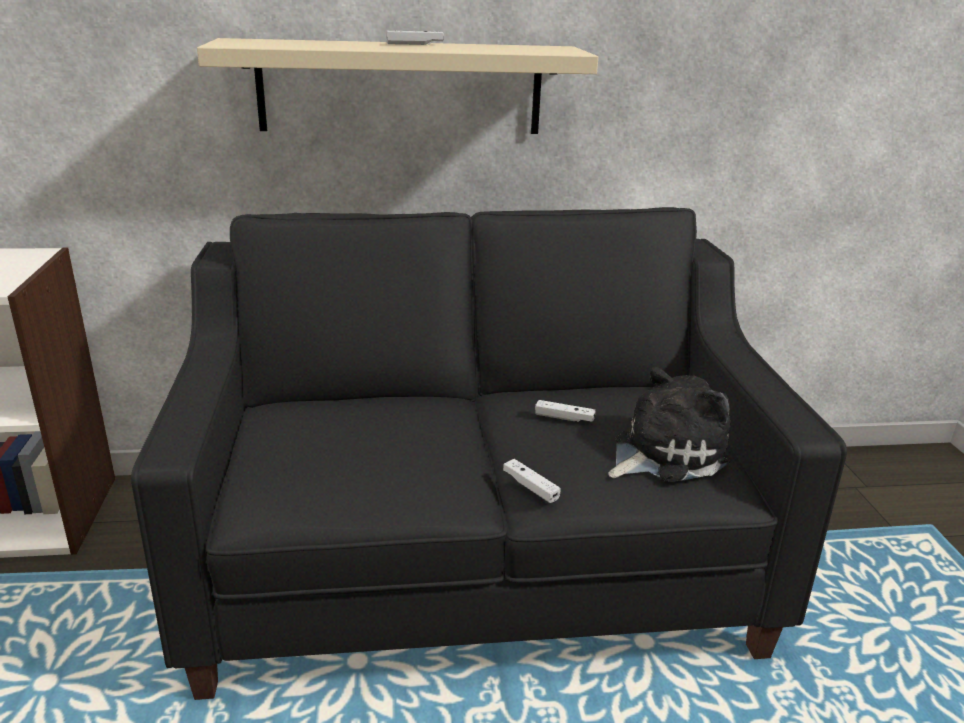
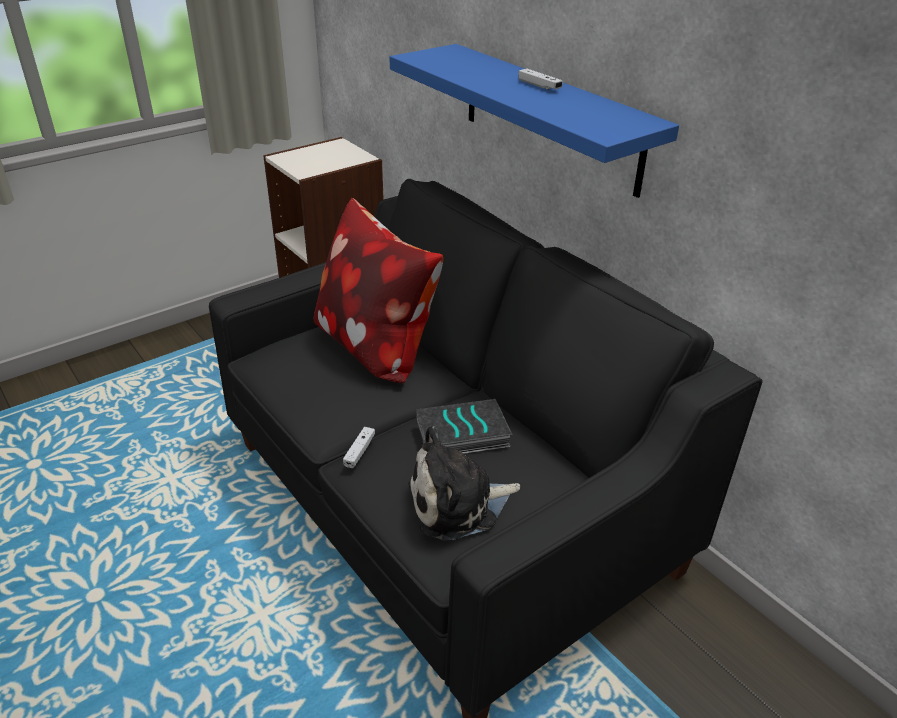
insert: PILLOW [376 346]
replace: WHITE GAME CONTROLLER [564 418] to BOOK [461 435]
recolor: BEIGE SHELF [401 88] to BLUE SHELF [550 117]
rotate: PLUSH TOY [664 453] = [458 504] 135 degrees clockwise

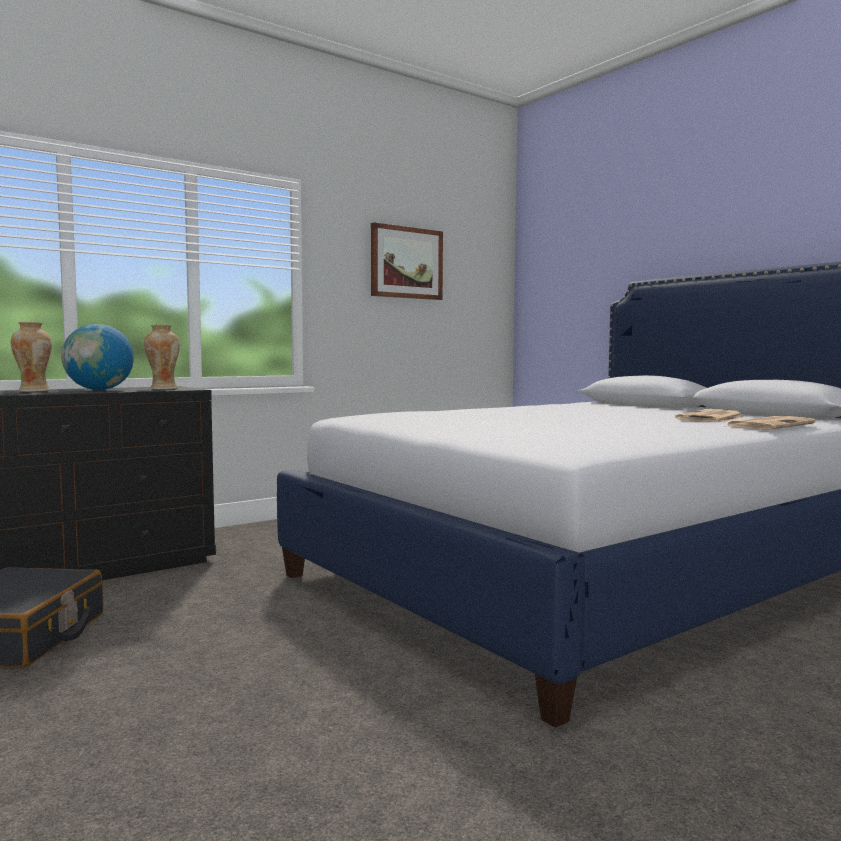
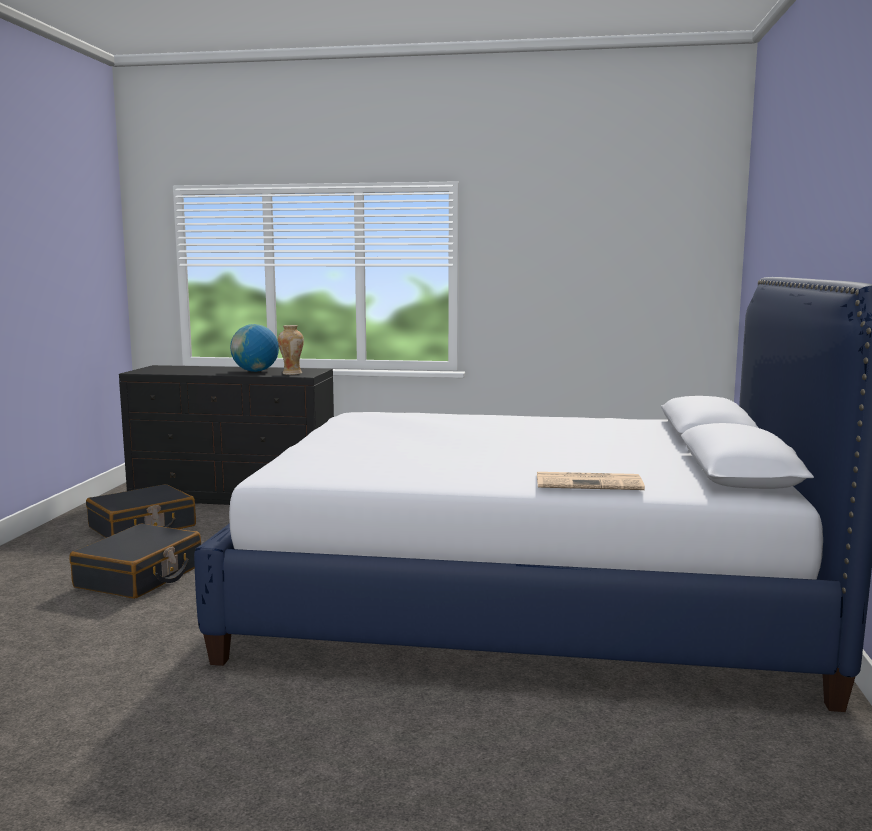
delete: VASE [34 391]; PICTURE [406 263]; NEWSPAPER [711 418]
insert: BLACK SUITCASE [140 576]

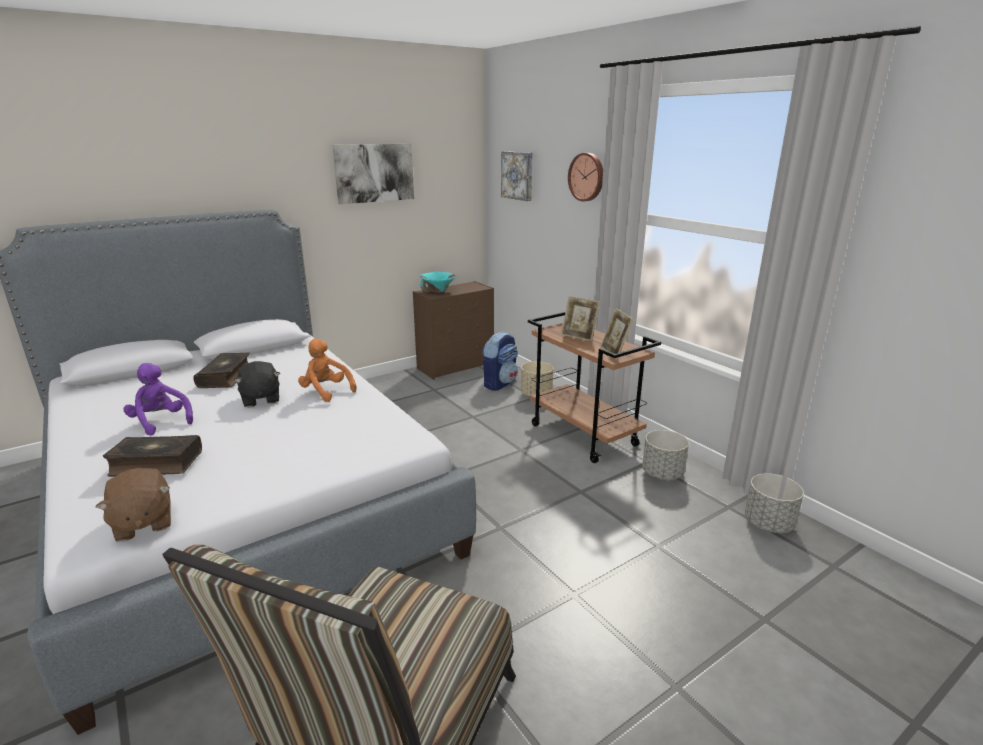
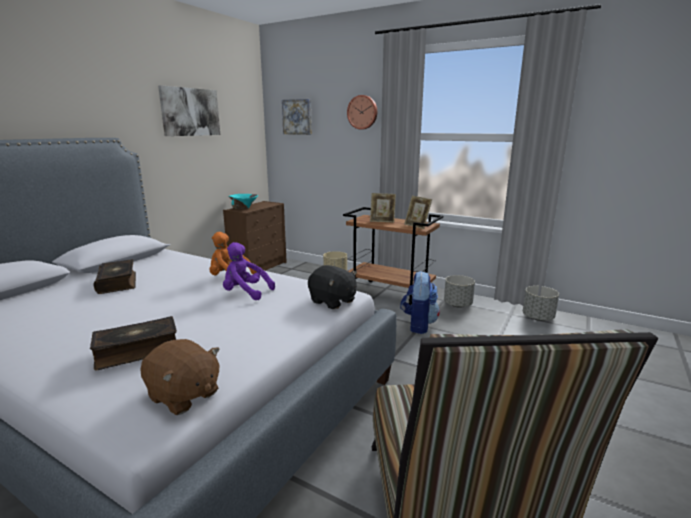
move: PURPLE PLUSH TOY [161 422] to [245 293]; BLACK PLUSH TOY [260 399] to [332 301]; BACKPACK [499 383] to [418 325]

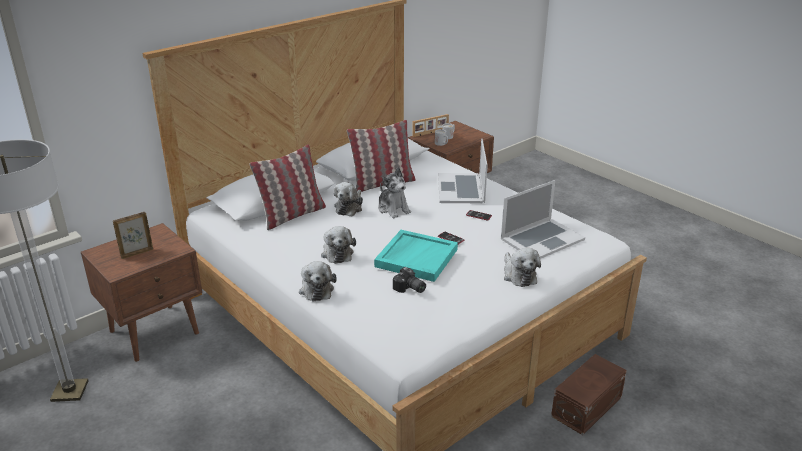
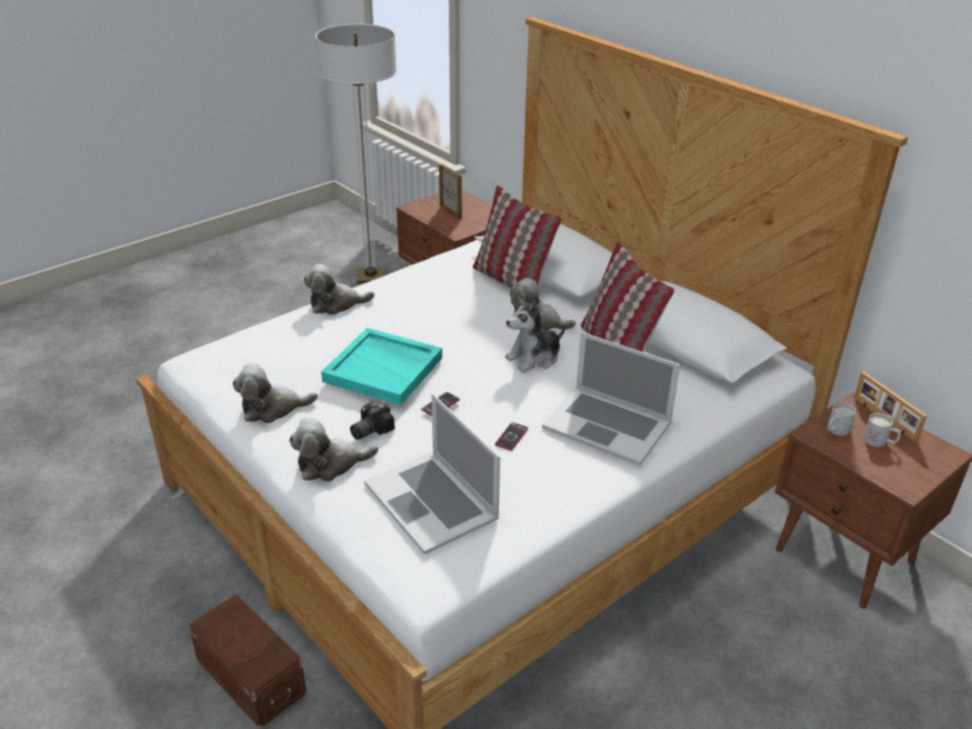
move: PLUSH TOY [337 253] to [272 408]; PHOTO CAMERA [409 289] to [369 430]
rotate: LAPTOP [461 189] = [607 425] 150 degrees counterclockwise

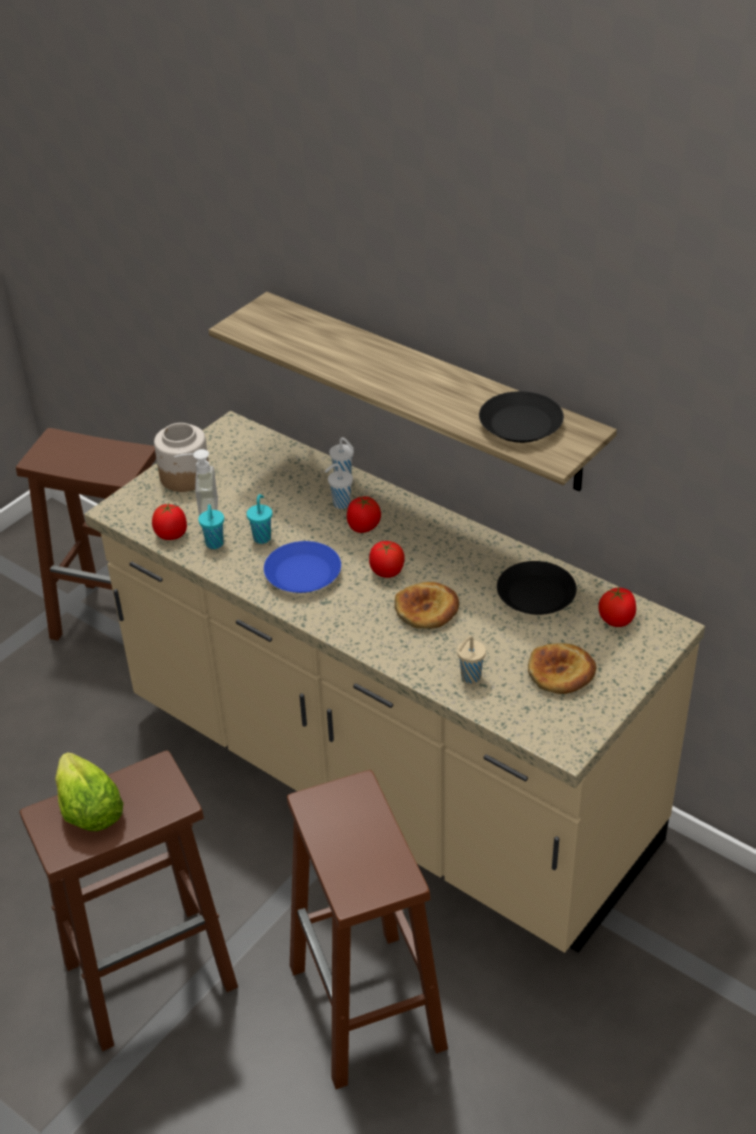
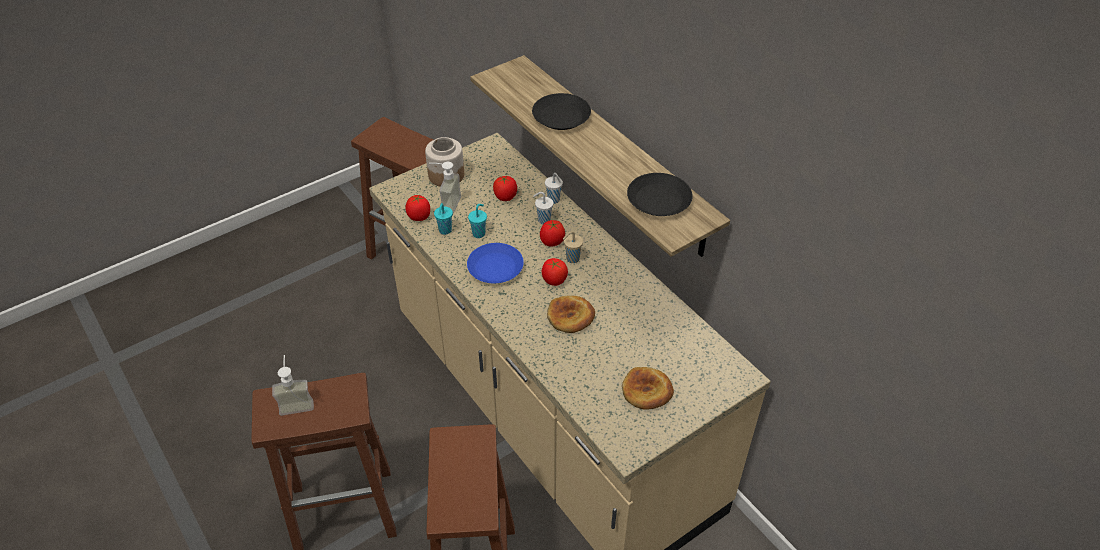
move: BEIGE CUP [469 677] to [572 259]; BLACK PLATE [537 595] to [562 117]; TOMATO [616 620] to [505 197]
replace: LETTUCE [88 809] to SOAP DISPENSER [296 402]

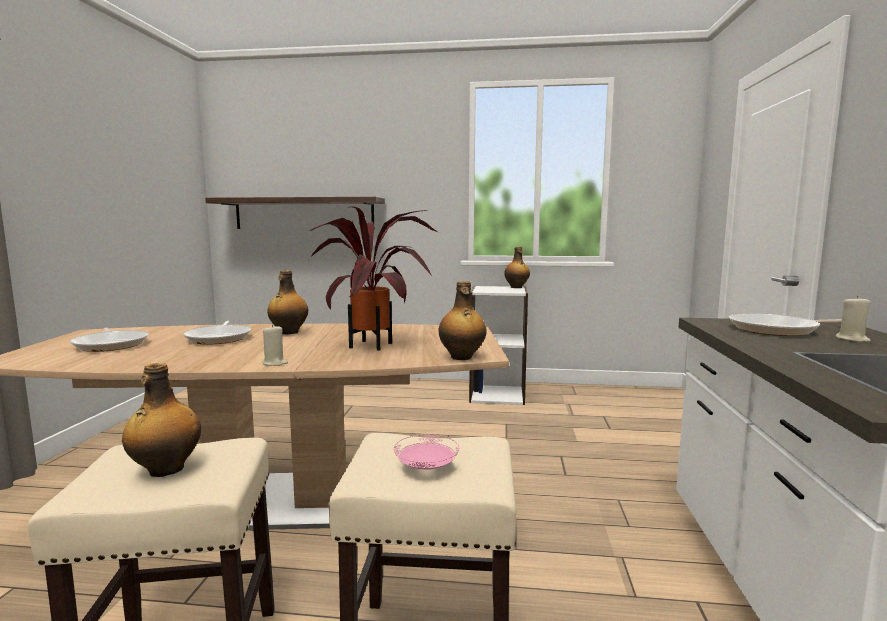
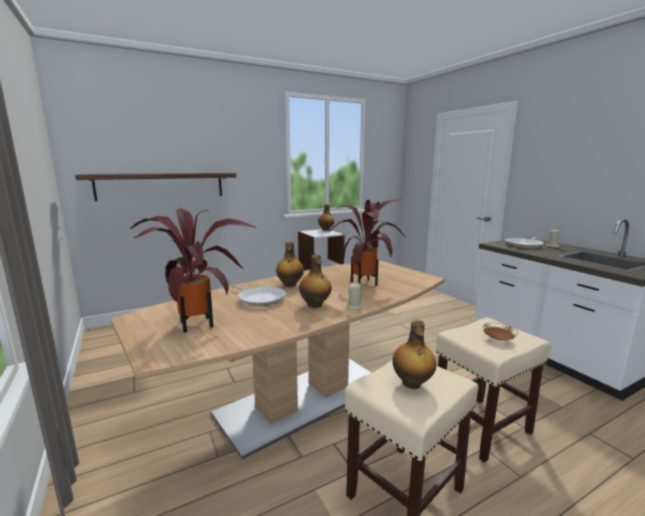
move: BOTTLE [461 357] to [315 305]
replace: FRYING PAN [111 344] to POTTED PLANT [198 322]
recolor: PINK PLATE [426 468] to BROWN PLATE [498 339]

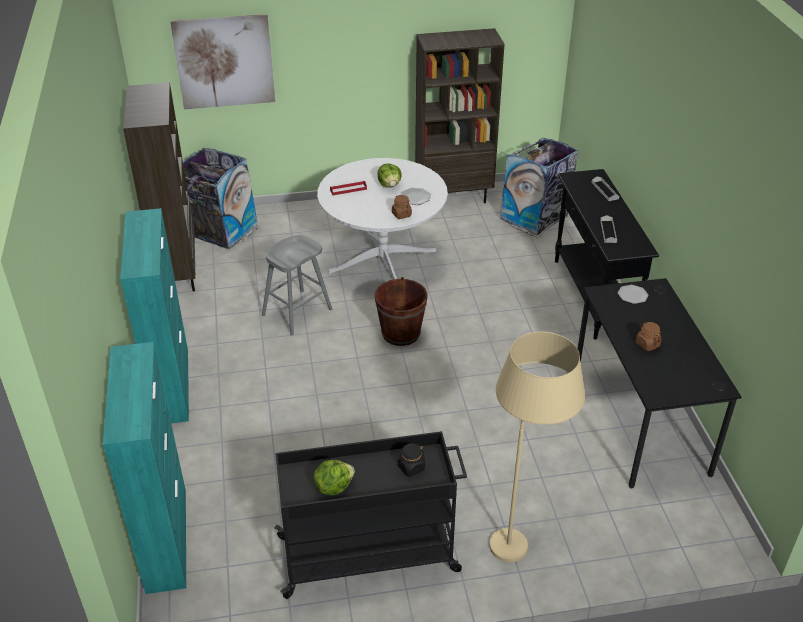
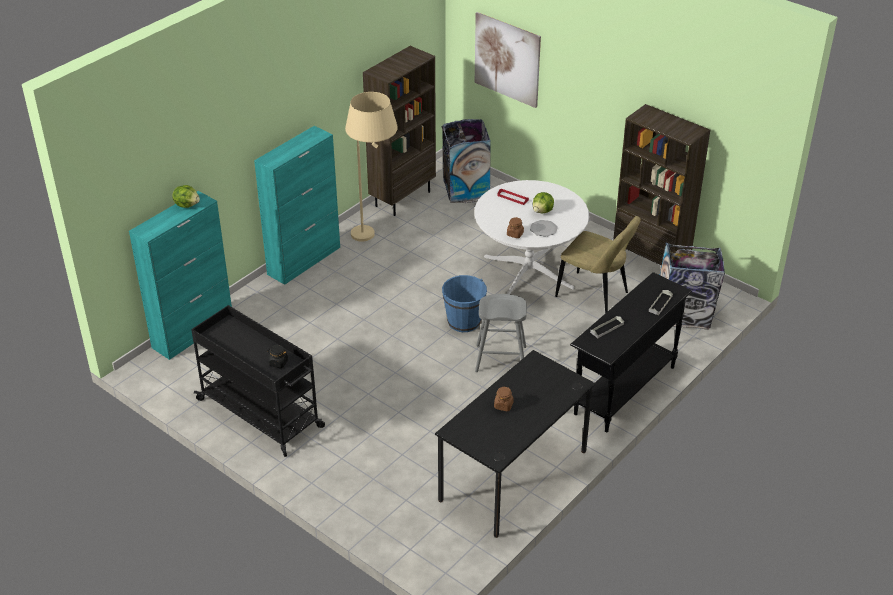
delete: PLATE [633 295]
insert: BEIGE CHAIR [595 296]
move: GREY STOOL [297 312] to [500 359]; LETTUCE [333 486] to [187 205]; BEIGE FLOOR LAMP [522 534] to [376 235]
recolor: BROWN BUCKET [401 333] to BLUE BUCKET [464 322]

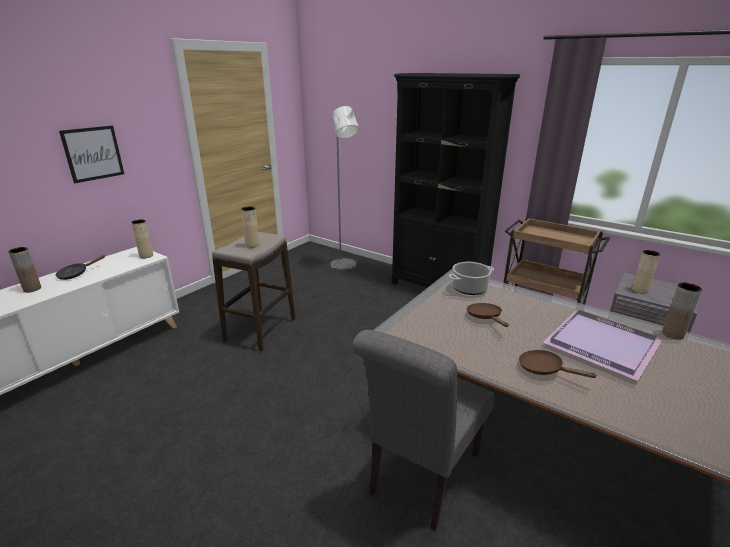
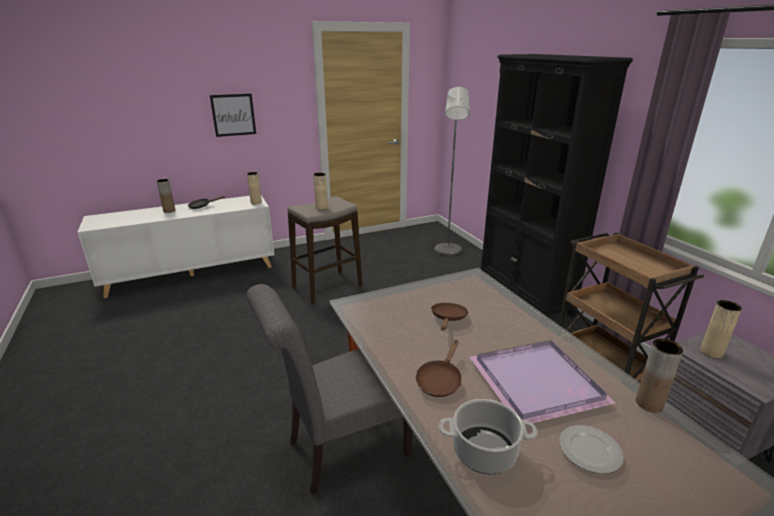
insert: PLATE [590 450]
move: COOKING POT [469 288] to [485 451]
rotate: BROWN FRYING PAN [544 369] = [440 380] 135 degrees counterclockwise

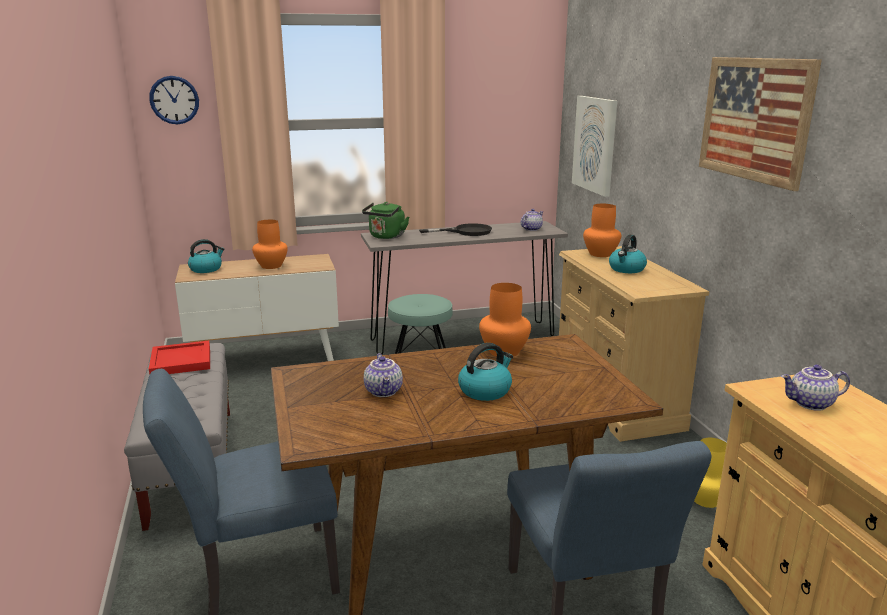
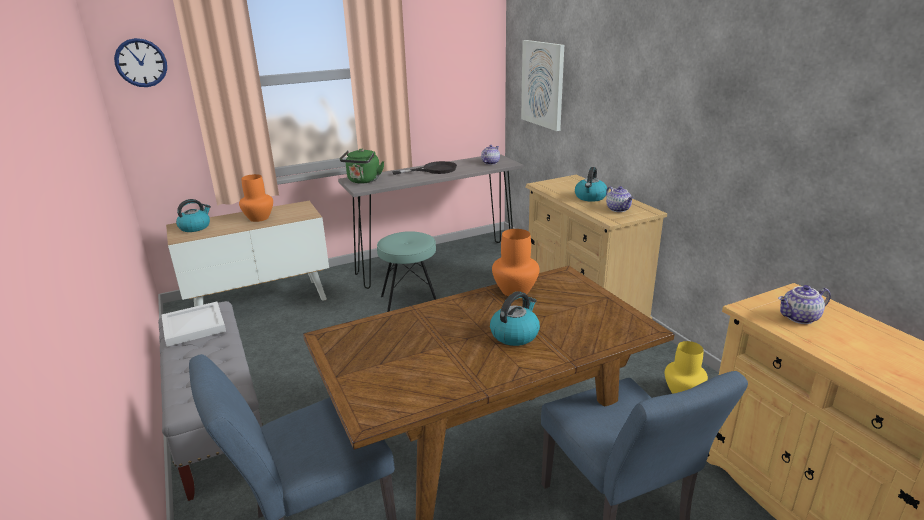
delete: ORANGE VASE [600 254]; PICTURE [754 119]
move: TEAPOT [384 391] to [618 209]
recolor: RED TRAY [182 361] to WHITE TRAY [195 326]

